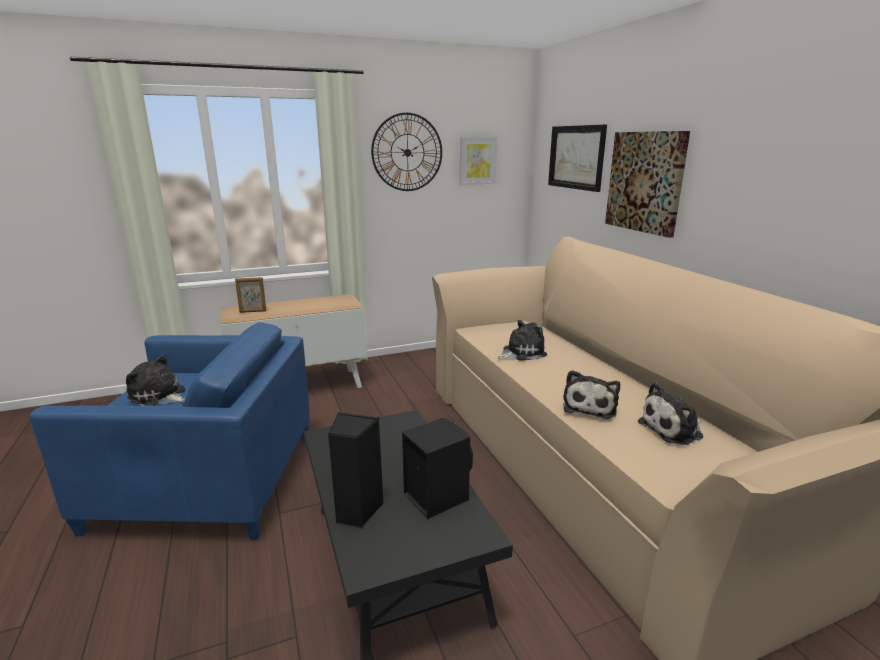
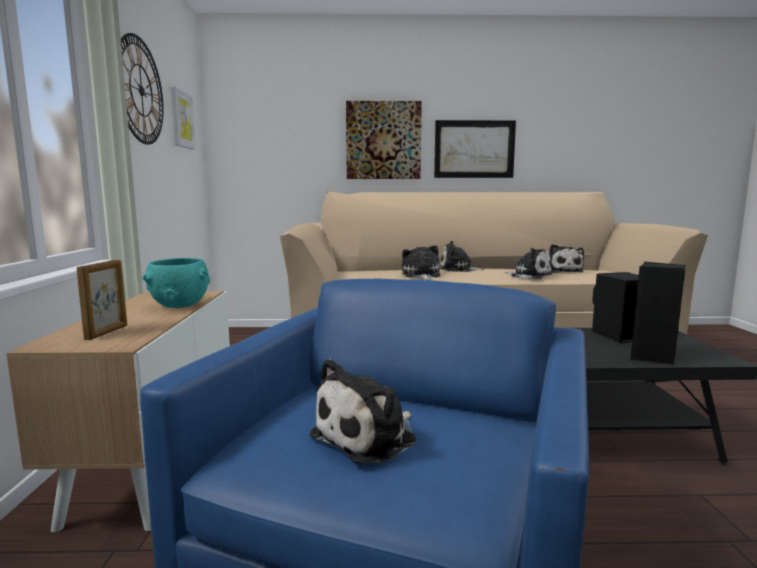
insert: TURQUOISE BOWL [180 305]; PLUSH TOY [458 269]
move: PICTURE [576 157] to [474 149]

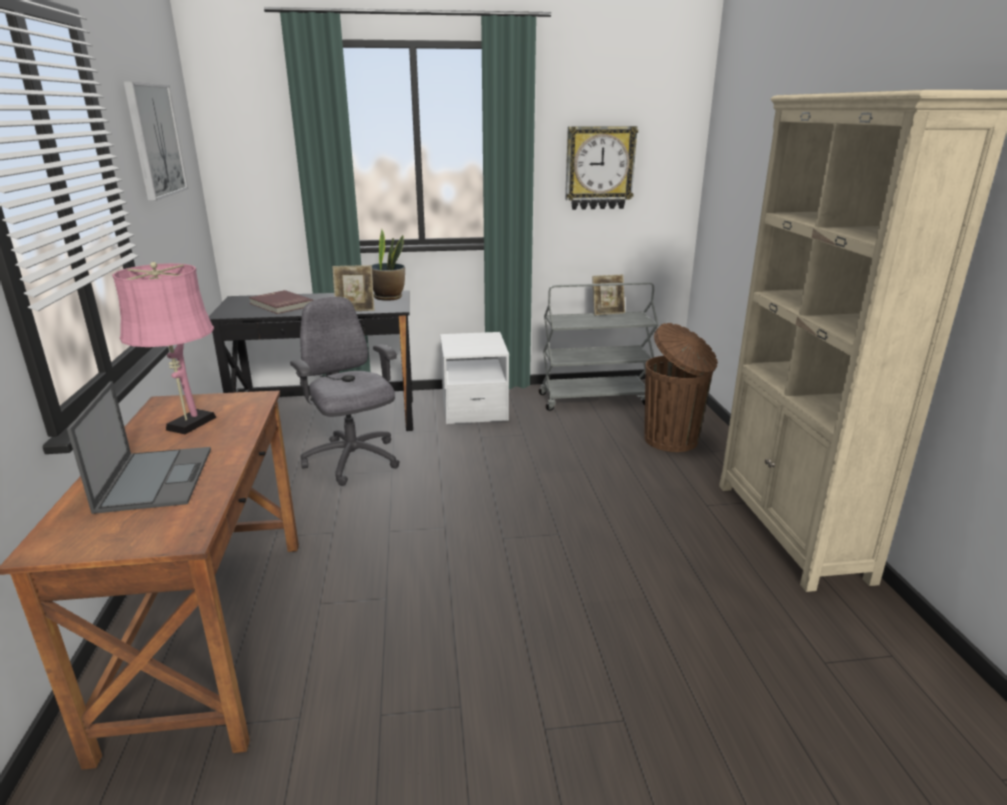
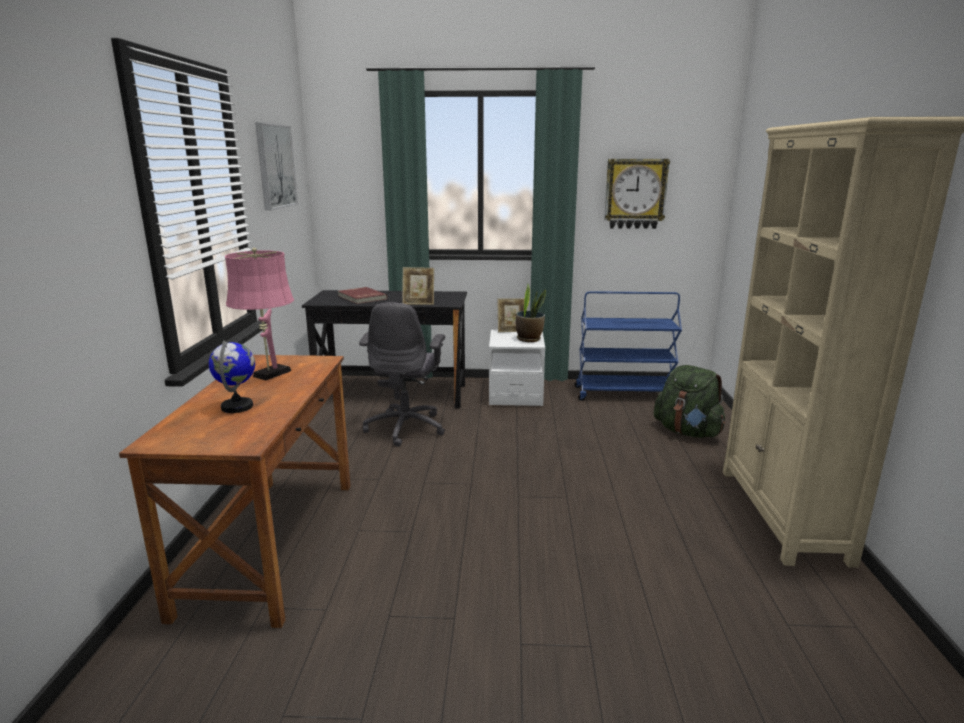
move: POTTED PLANT [389 297] to [529 339]; PICTURE FRAME [607 313] to [511 330]
replace: LAPTOP [155 478] to GLOBE [237 407]; BROWN TRASH CAN [672 440] to GREEN BACKPACK [687 432]
recolor: GREY CART [595 399] to BLUE CART [624 394]
rotate: GREY OFFICE CHAIR [353 461] = [406 427] 150 degrees counterclockwise

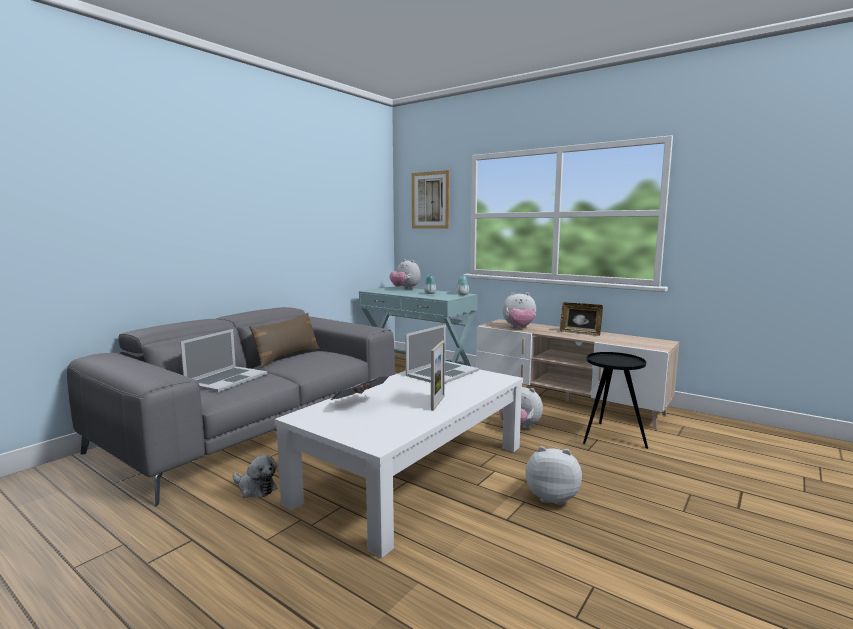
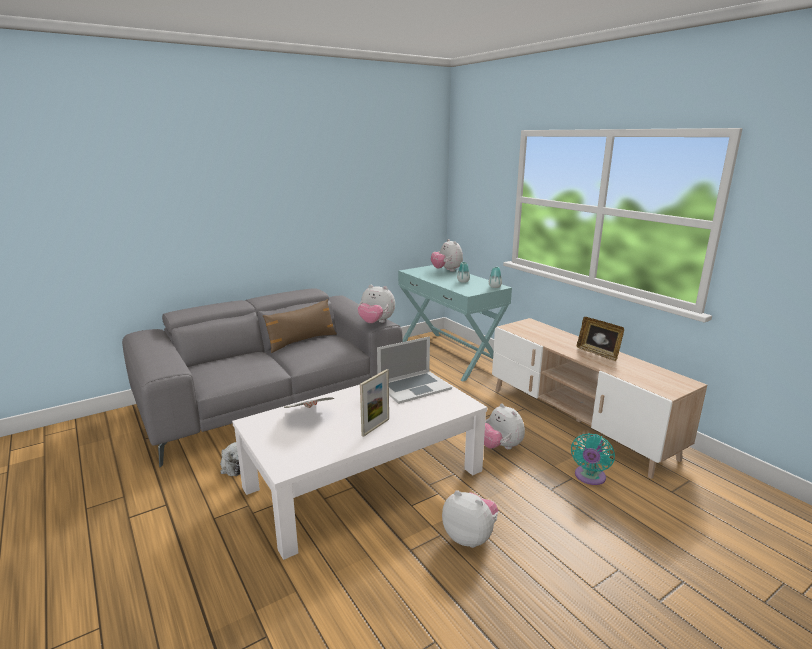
delete: LAPTOP [226 379]; PICTURE [430 200]
move: PLUSH TOY [519 328] to [376 323]
replace: BLACK SIDE TABLE [610 436] to TURQUOISE FAN [589 477]

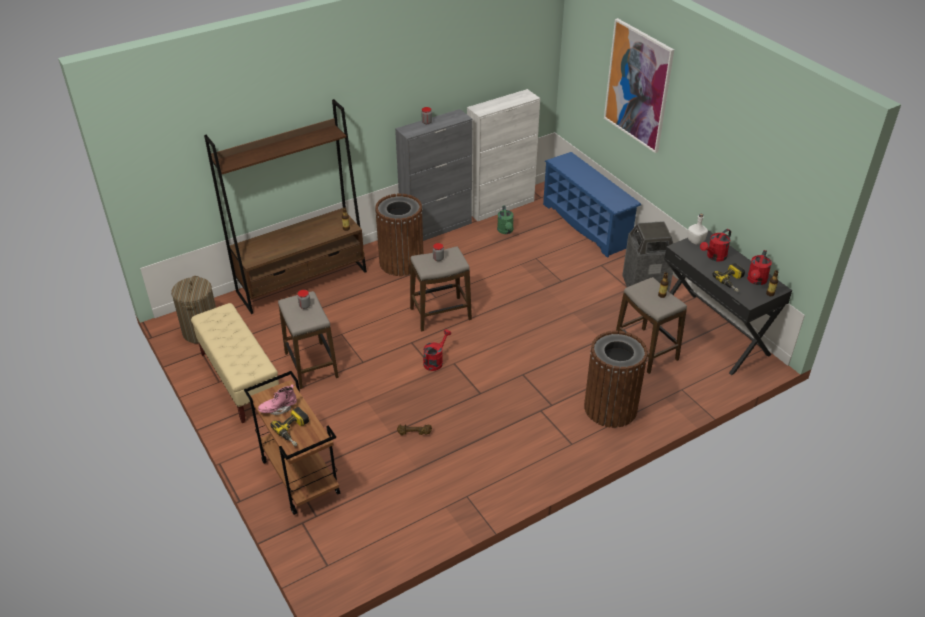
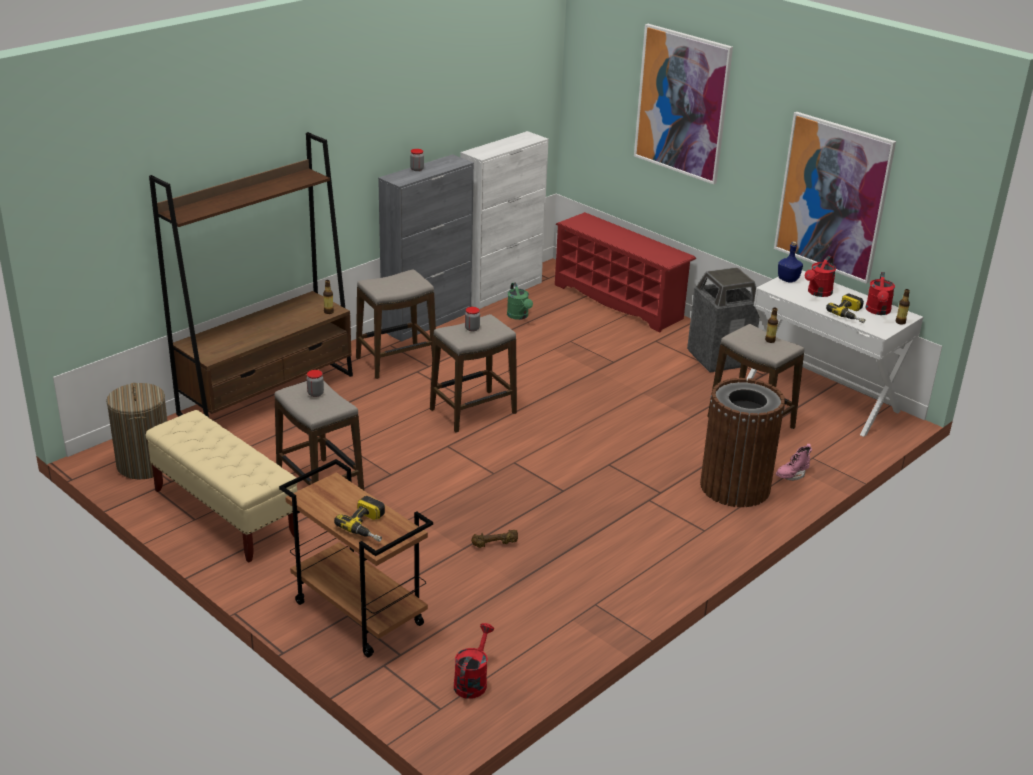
insert: PICTURE [833 197]
move: PINK BOOT [278 408] to [791 475]; RED WATERING CAN [435 361] to [472 681]
replace: BROWN TRASH CAN [401 262] to STOOL [396 361]
recolor: BLUE SHOE RACK [587 225] to RED SHOE RACK [620 301]; BLACK DESK [713 332] to WHITE DESK [822 396]; WHITE BOTTLE [695 241] to BLUE BOTTLE [788 280]

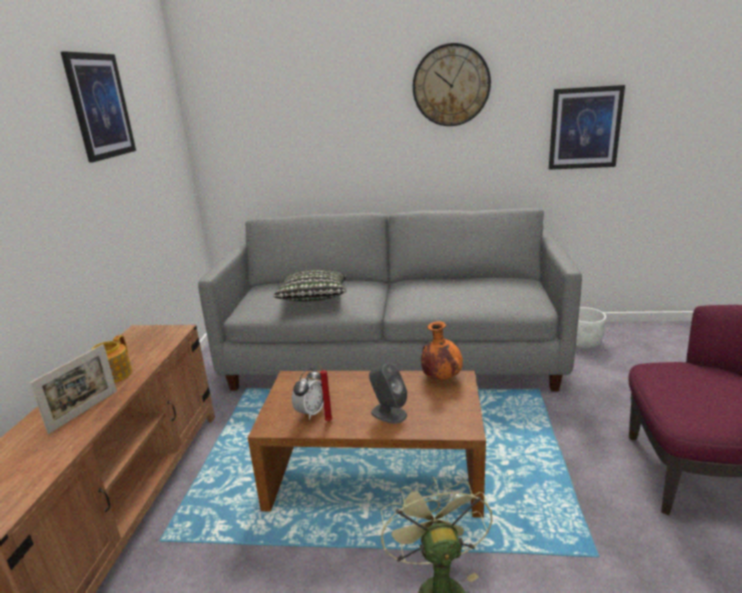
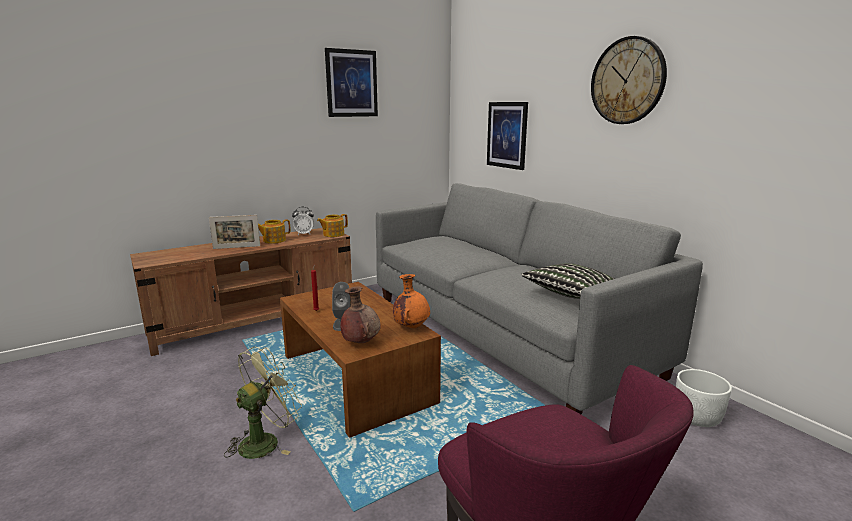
insert: TEAPOT [333 234]; BROWN VASE [360 342]
move: PILLOW [313 299] to [571 296]; ALARM CLOCK [311 412] to [304 234]; PICTURE [584 128] to [507 135]

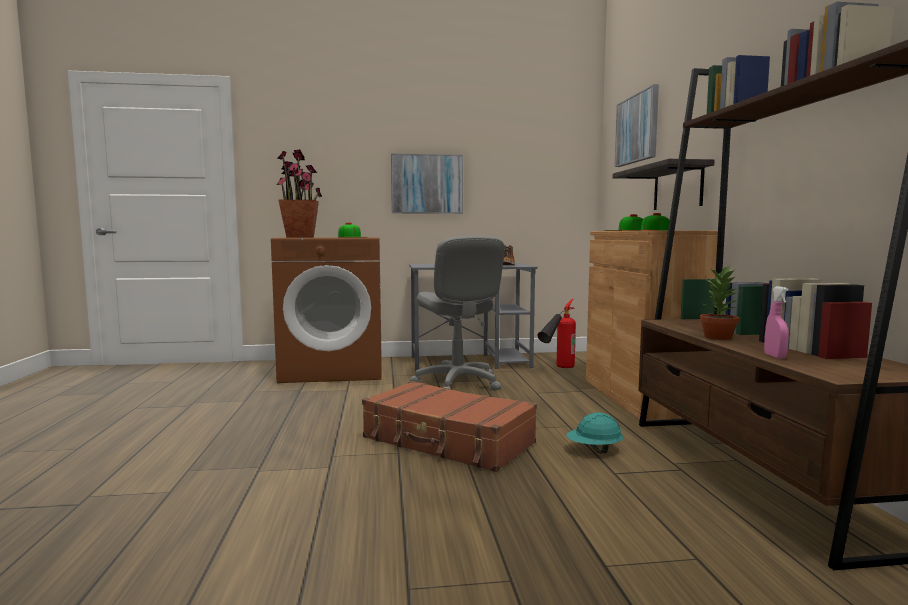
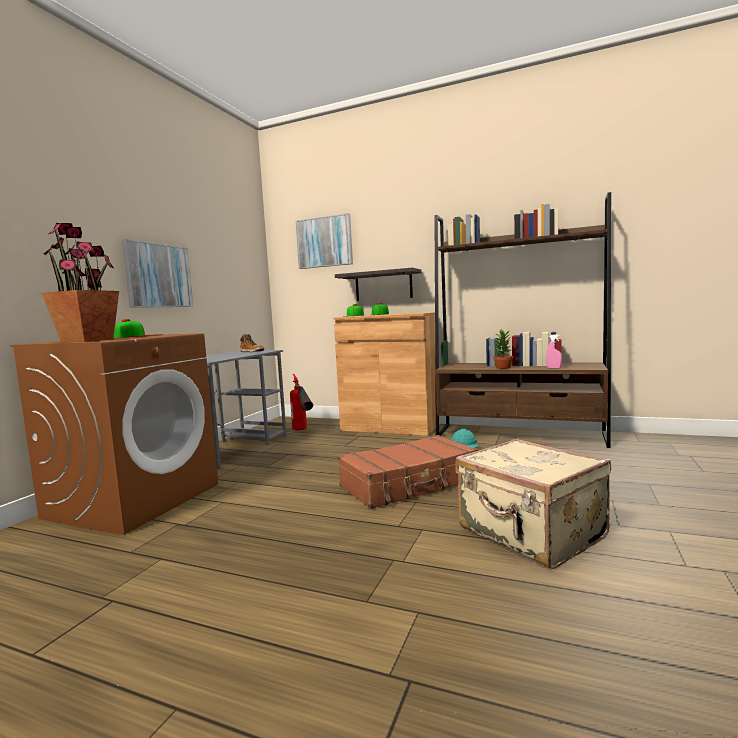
delete: GREY OFFICE CHAIR [457 383]
insert: BEIGE SUITCASE [530 534]

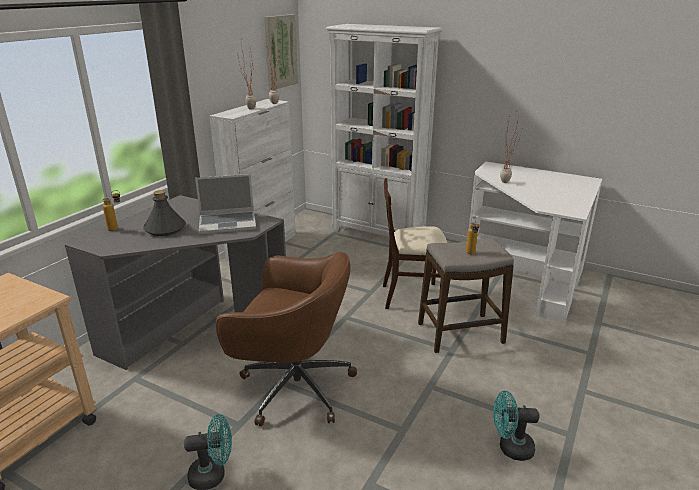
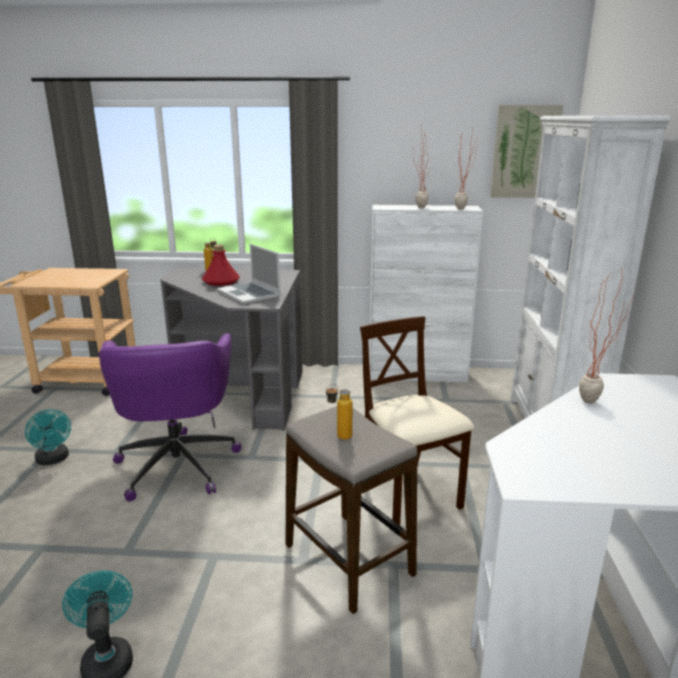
recolor: GREY BOTTLE [165 229] to RED BOTTLE [220 281]; BROWN OFFICE CHAIR [293 387] to PURPLE OFFICE CHAIR [178 463]

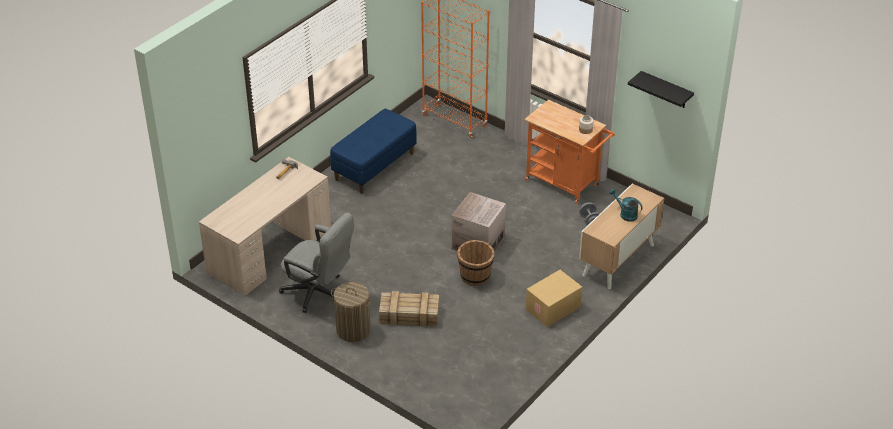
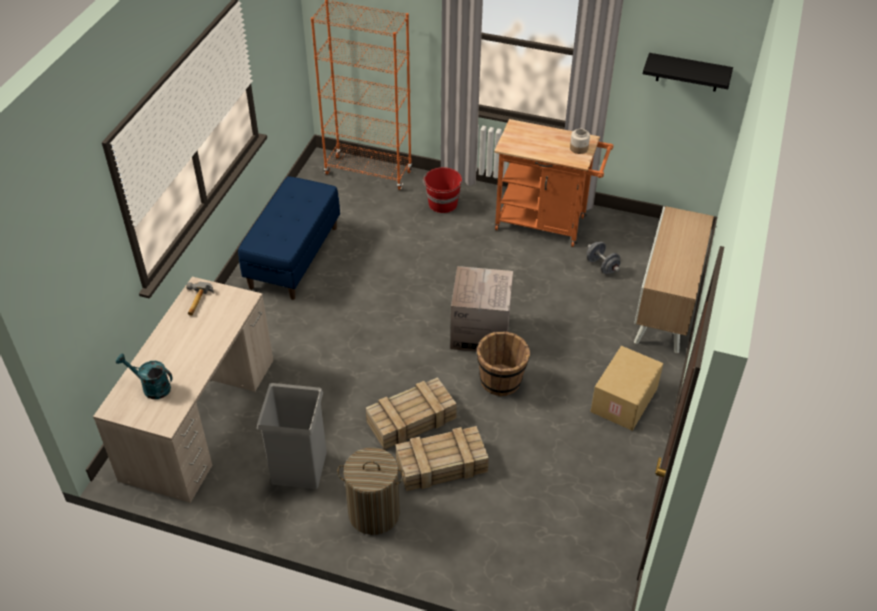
insert: CRATE [412 419]; RED BUCKET [442 204]
move: TURQUOISE WATERING CAN [625 214] to [151 387]
replace: GREY OFFICE CHAIR [319 293] to GREY TRASH CAN [299 467]

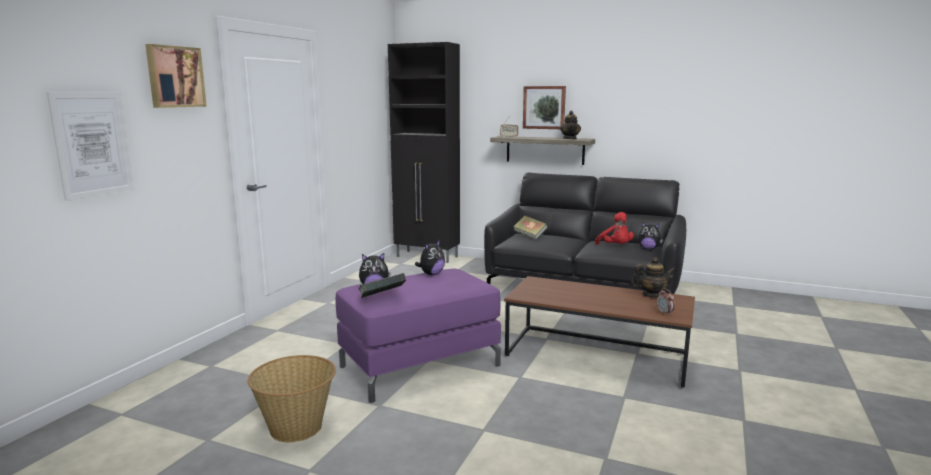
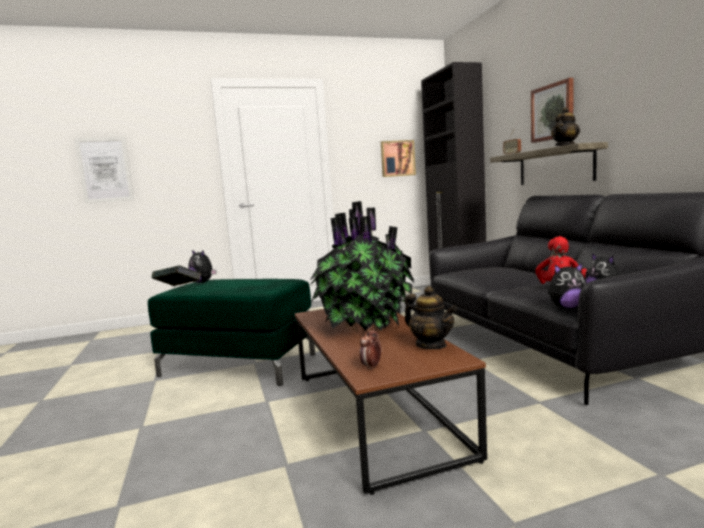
delete: BASKET [296 427]; BOOK [530 236]
insert: POTTED PLANT [364 325]
move: PICTURE [175 77] to [397 158]; PLUSH TOY [431 274] to [567 307]
recolor: PURPLE OTTOMAN [420 365] to GREEN OTTOMAN [240 364]

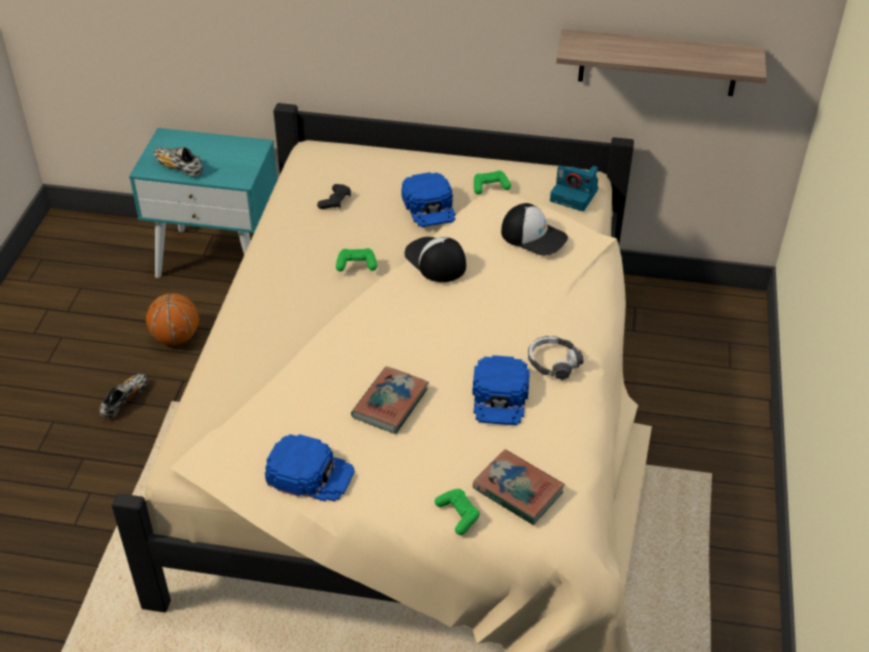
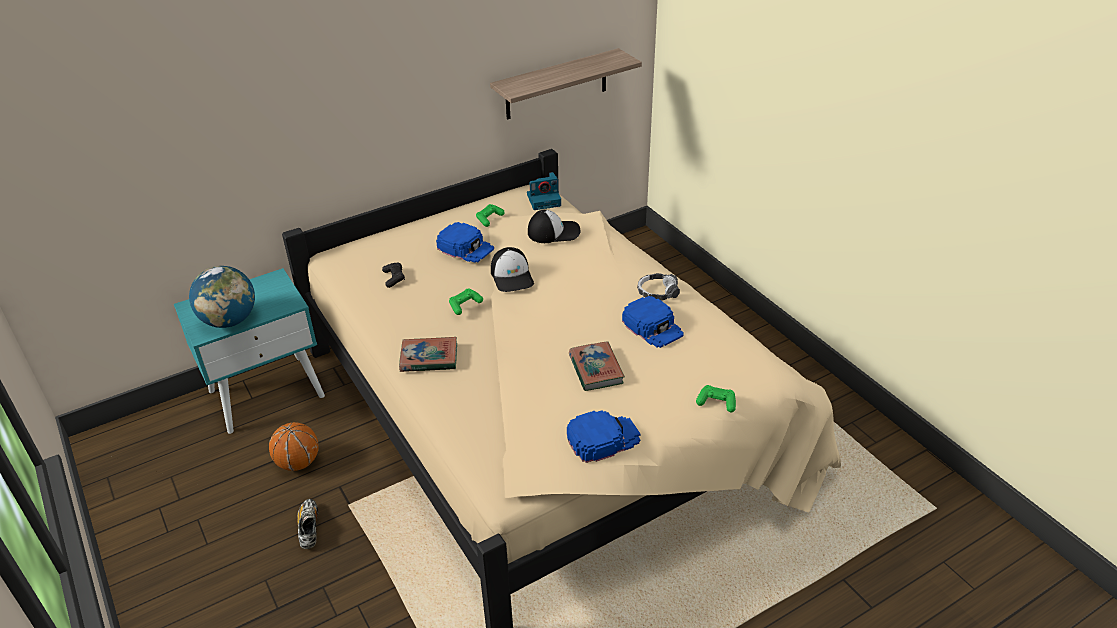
move: BOOK [517 491] to [429 358]
replace: SHOE [178 167] to GLOBE [229 320]
rotate: CAP [435 261] = [512 276] 120 degrees counterclockwise

